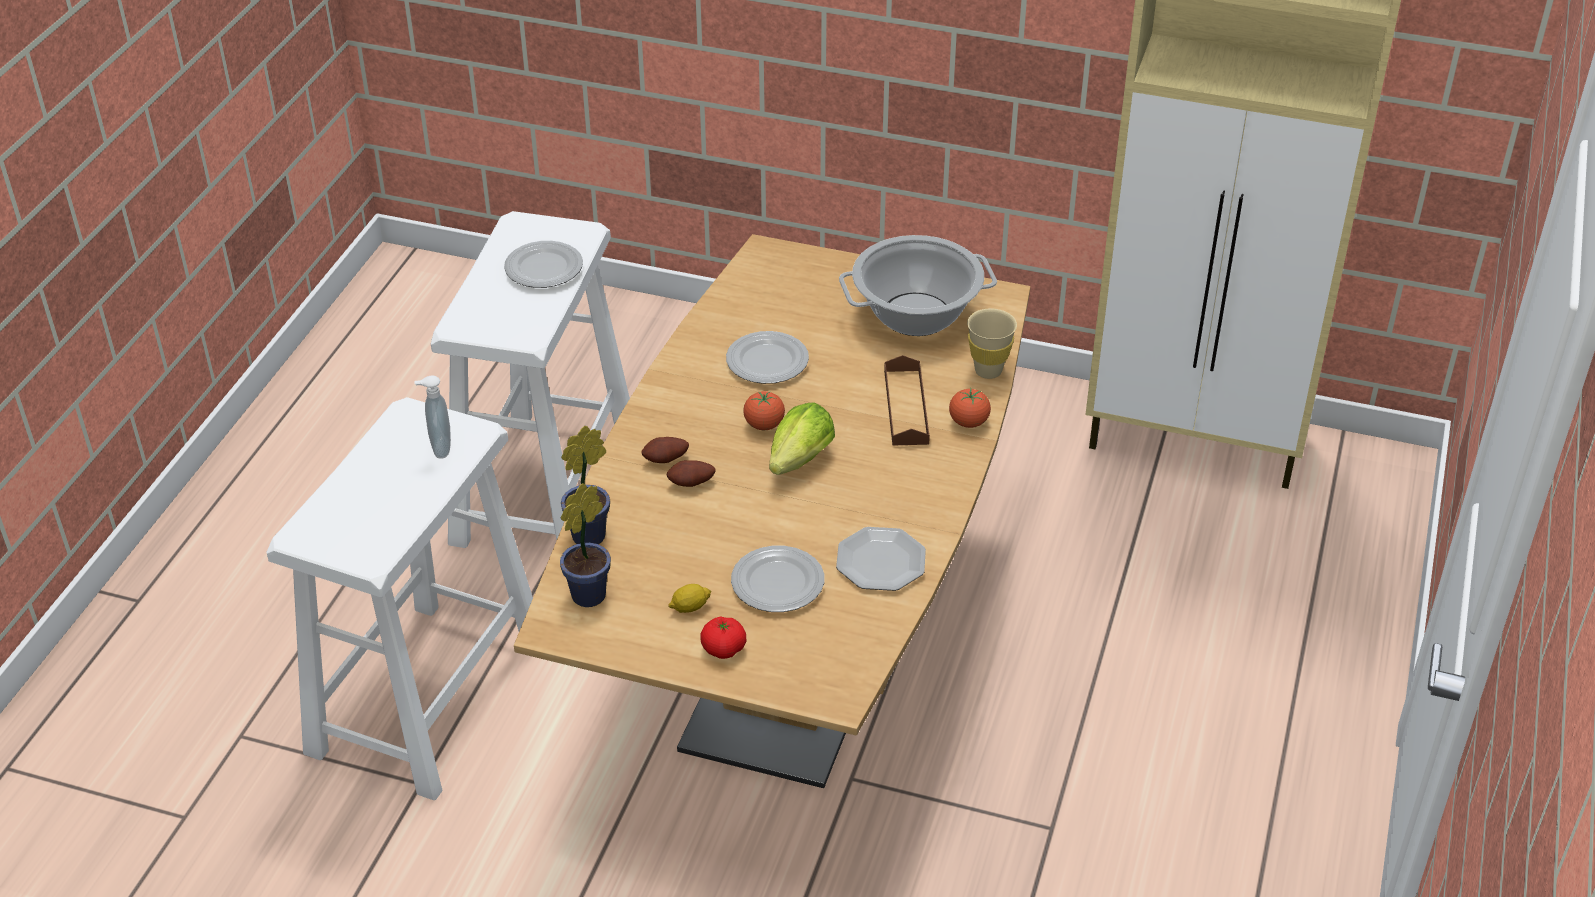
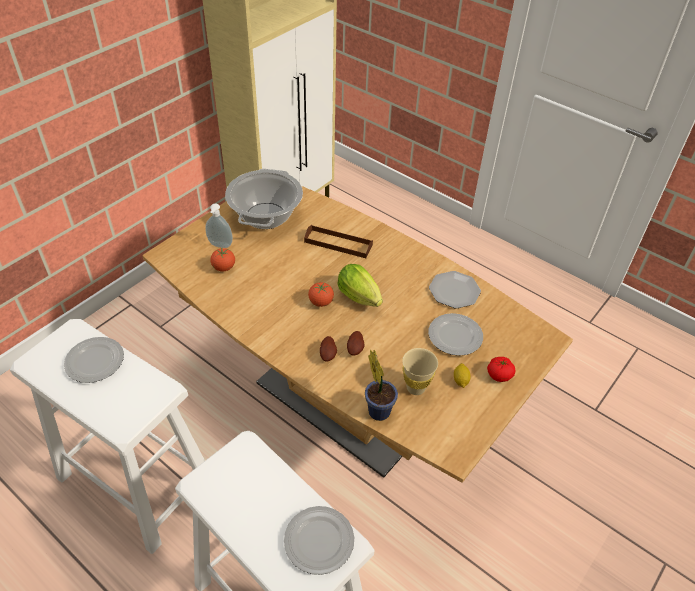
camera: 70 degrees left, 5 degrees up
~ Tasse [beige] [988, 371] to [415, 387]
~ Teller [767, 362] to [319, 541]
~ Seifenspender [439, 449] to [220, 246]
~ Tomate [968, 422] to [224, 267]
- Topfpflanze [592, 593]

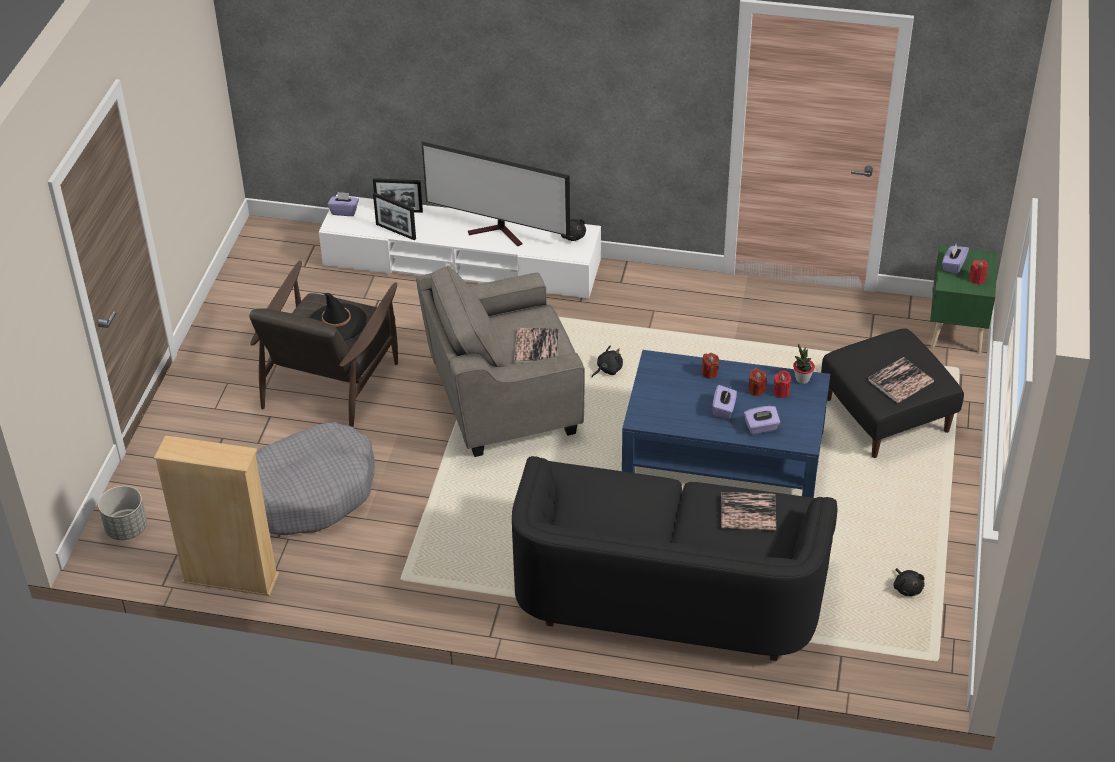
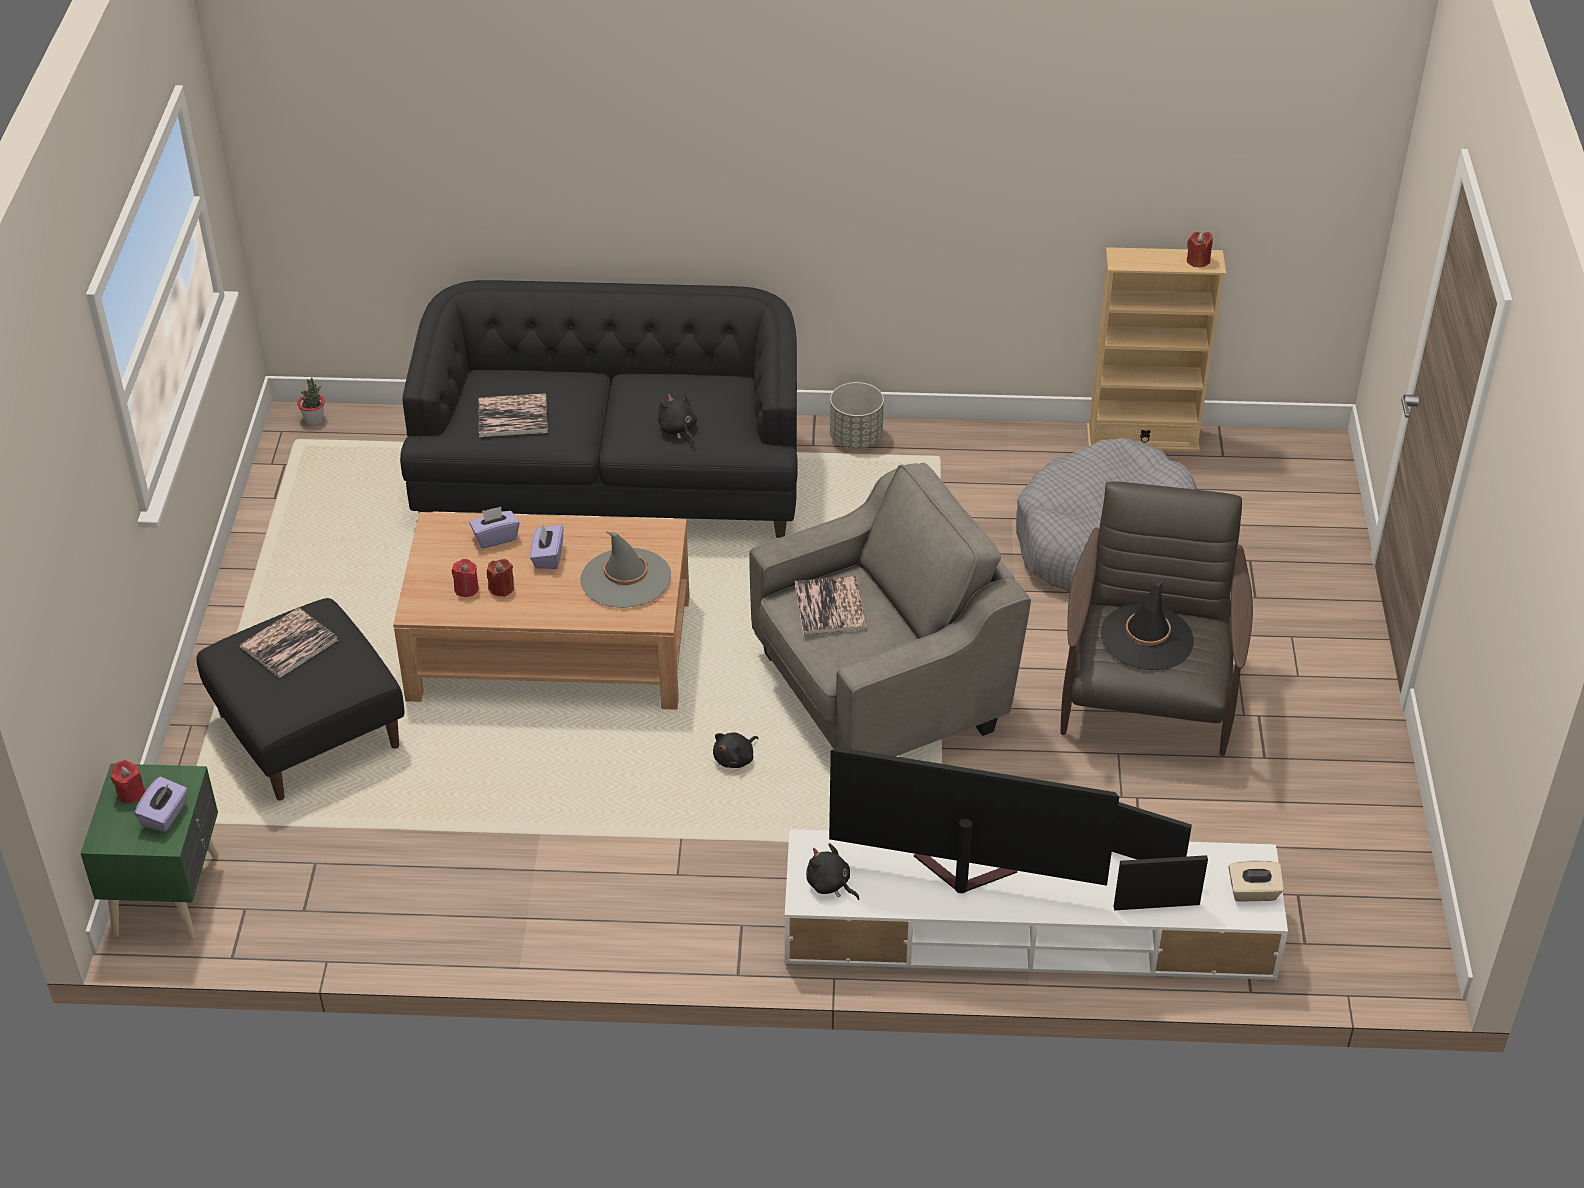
camera: 170 degrees right, 0 degrees up
~ Taschentuchbox [lila] [344, 211] to Taschentuchbox [beige] [1253, 892]
~ Topfpflanze [802, 379] to [314, 420]
~ Couchtisch [blau] [722, 454] to Couchtisch [braun] [552, 648]
~ Kerze [rot] [709, 373] to [1198, 261]
~ Pflanzkübel [grau] [126, 529] to [856, 438]
~ Plüschtier [schwarz] [907, 588] to [678, 430]
+ Hut [grau] [625, 579]

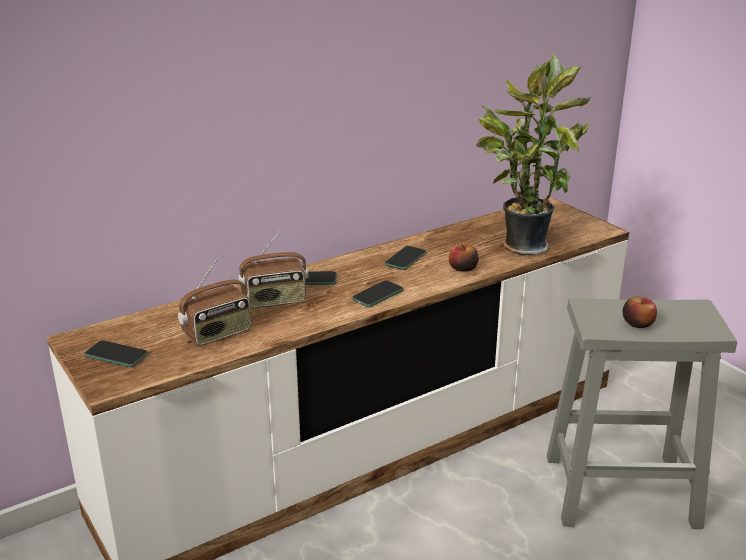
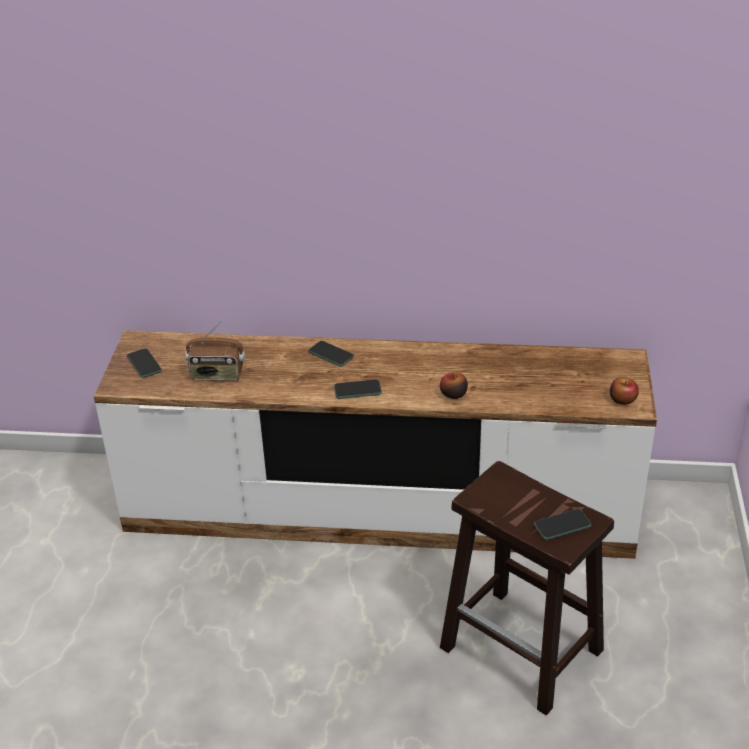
camera: 40 degrees right, 10 degrees up
- Topfpflanze [521, 245]
- Radio [275, 301]
~ Handy [405, 259] to [562, 525]
~ Apfel [638, 323] to [622, 399]
~ Hocker [grau] [623, 490] to Hocker [braun] [523, 650]

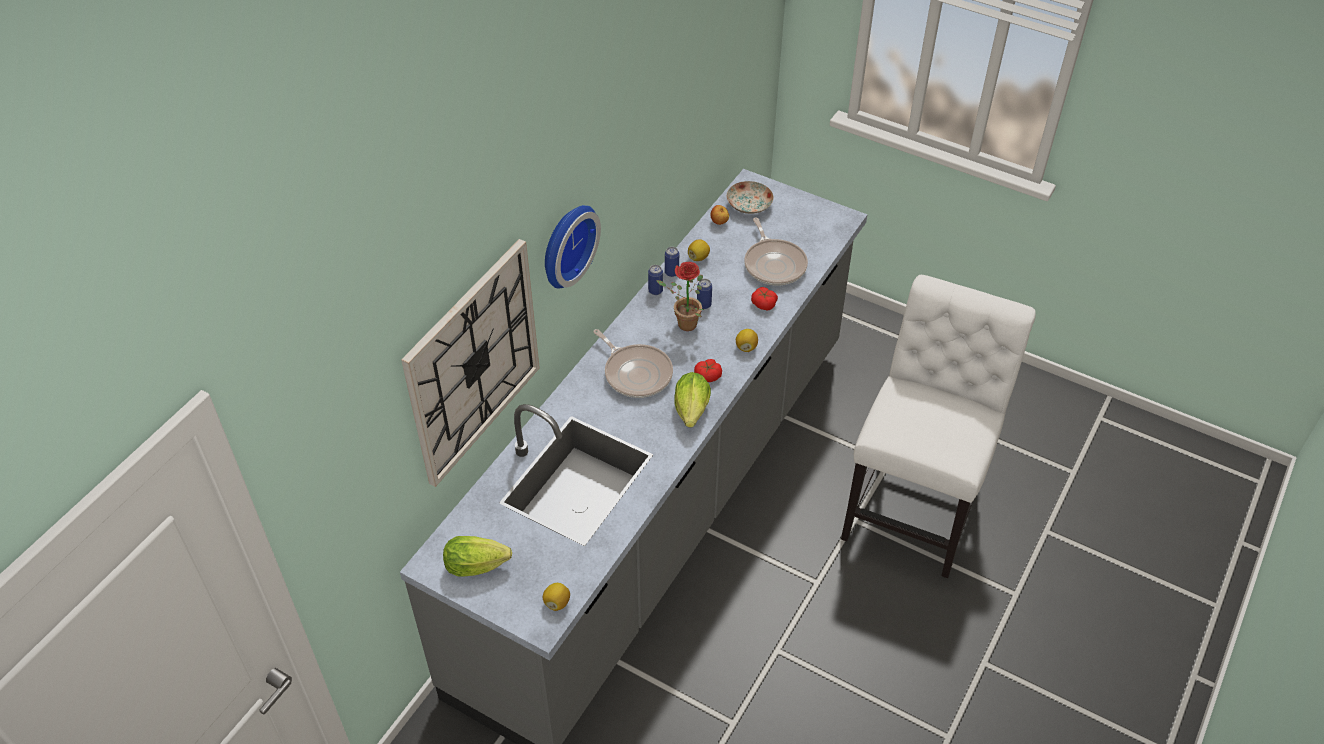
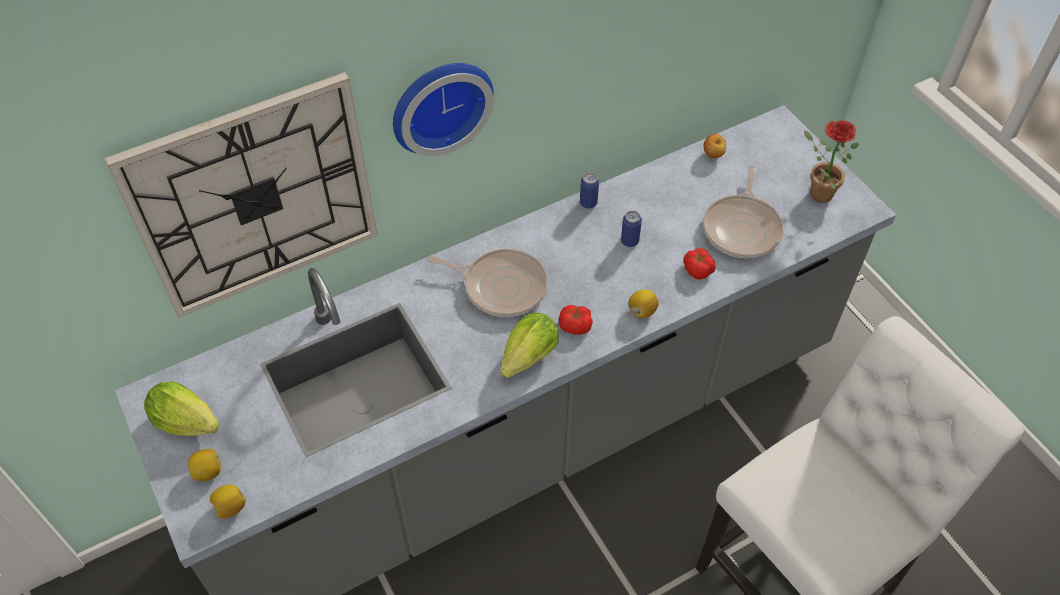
camera: 30 degrees right, 5 degrees up
- Teller [748, 205]
~ Zitrone [698, 257] to [208, 472]
- Dose [671, 272]
~ Topfpflanze [683, 324] to [816, 192]
~ Pfanne [636, 373] = [501, 286] 60 degrees counterclockwise

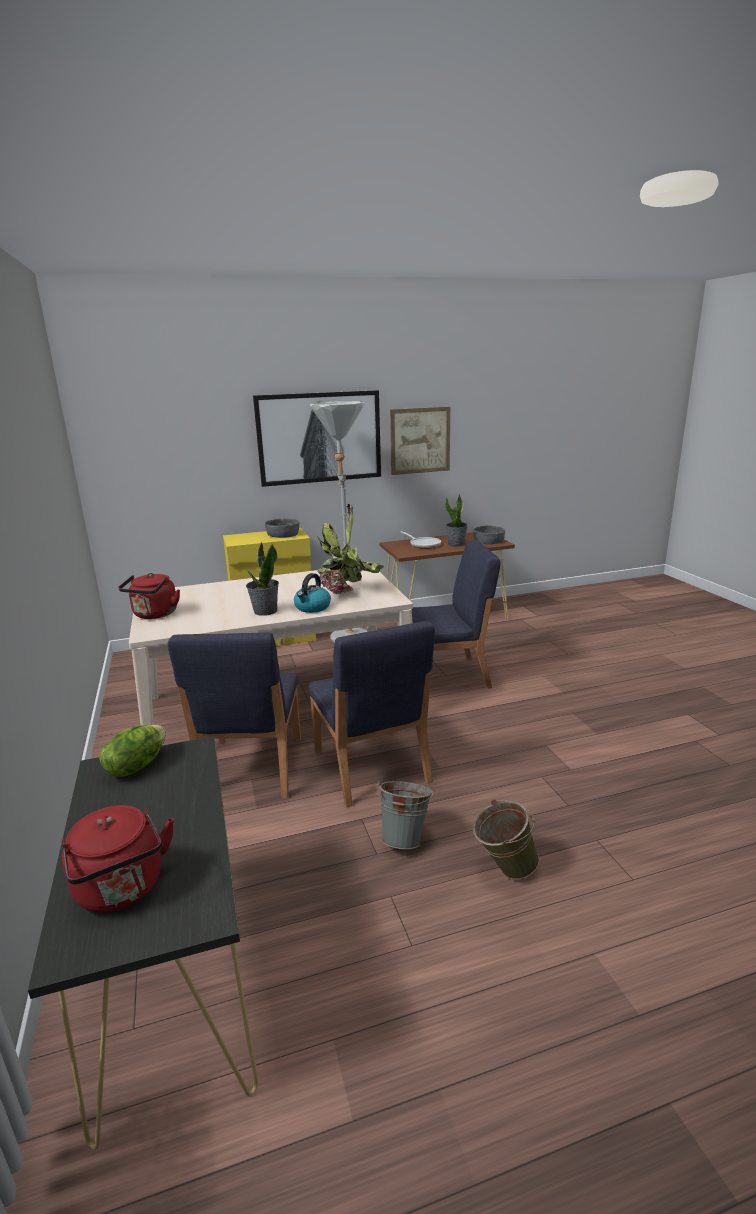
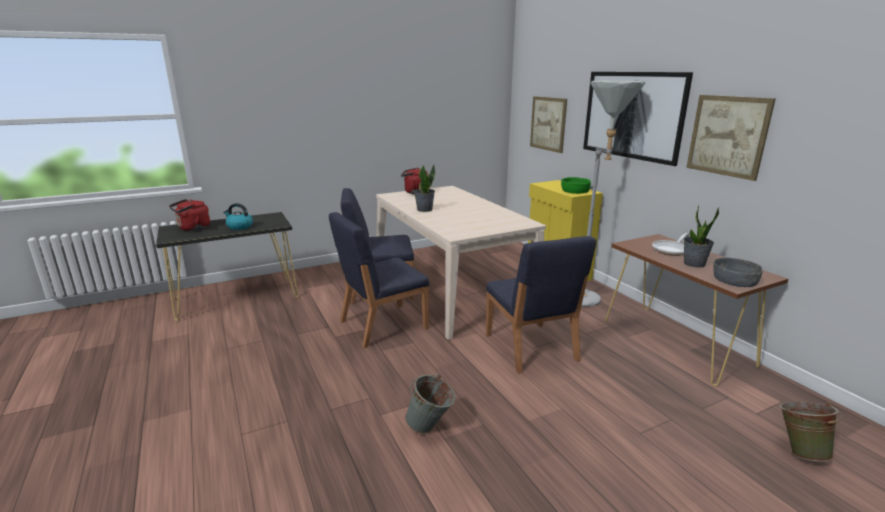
camera: 80 degrees right, 0 degrees up
- Topfpflanze [351, 592]
~ Schüssel [grau] [283, 534] to Schüssel [grün] [575, 190]
~ Wasserkessel [312, 607] to [239, 227]
- Salatkopf [136, 766]
~ Eimer [grau] [405, 837] to [430, 427]
~ Eimer [grün] [503, 869] to [799, 450]
+ Bild [548, 123]

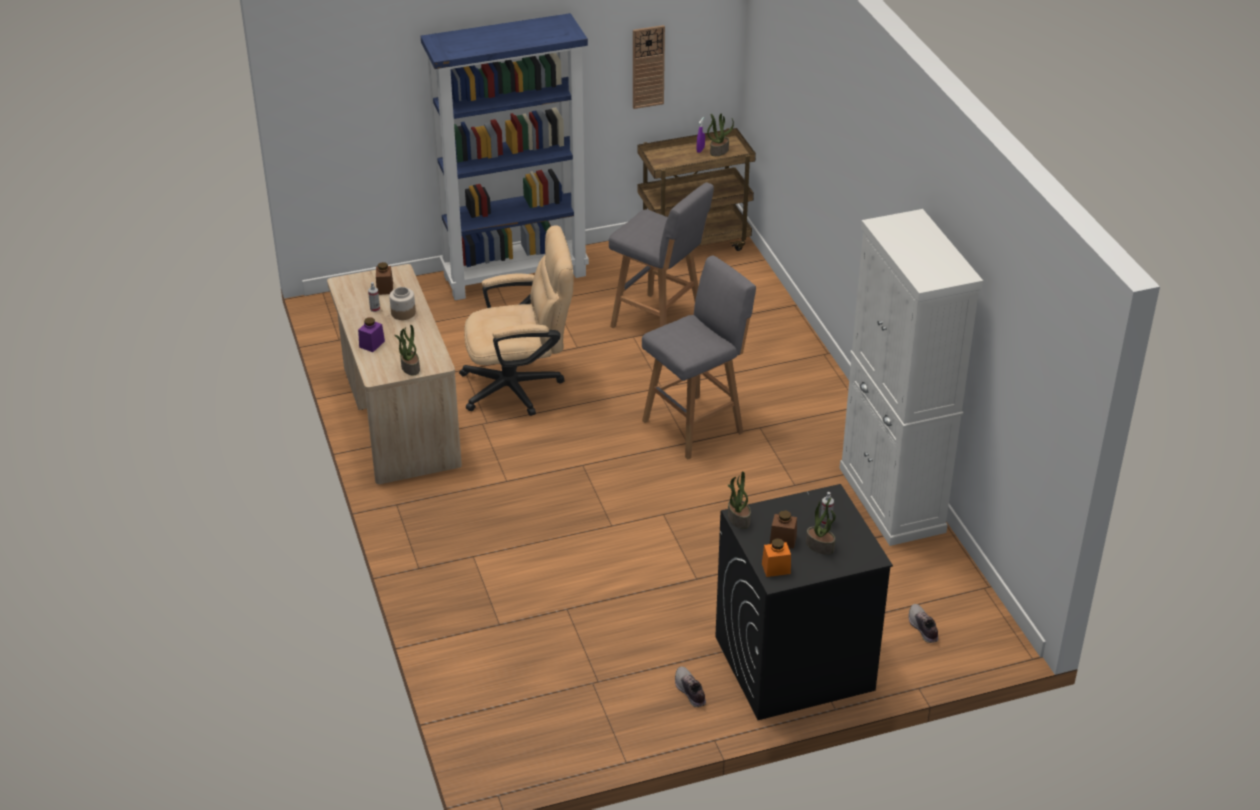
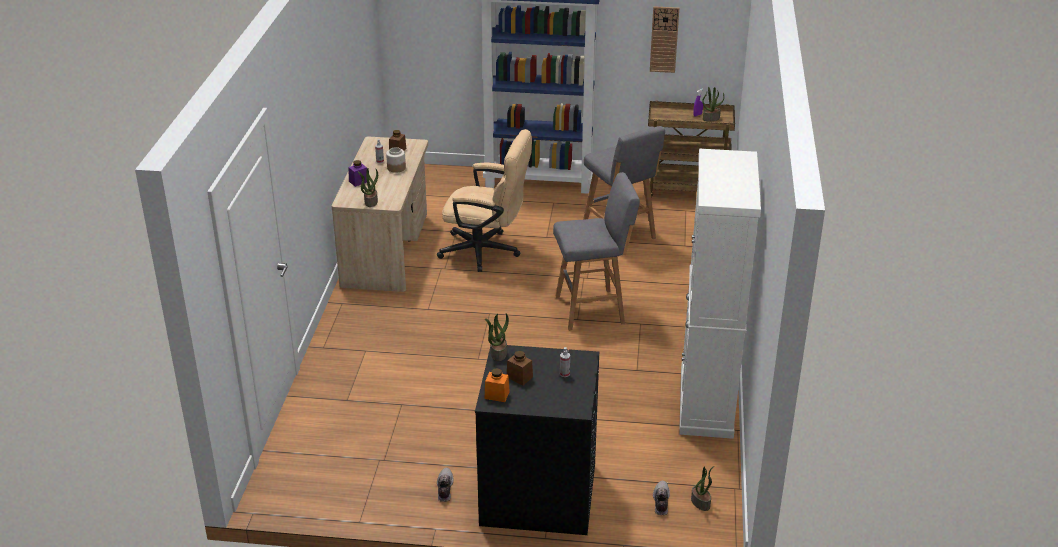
camera: 25 degrees right, 5 degrees down
~ Topfpflanze [820, 546] to [701, 502]

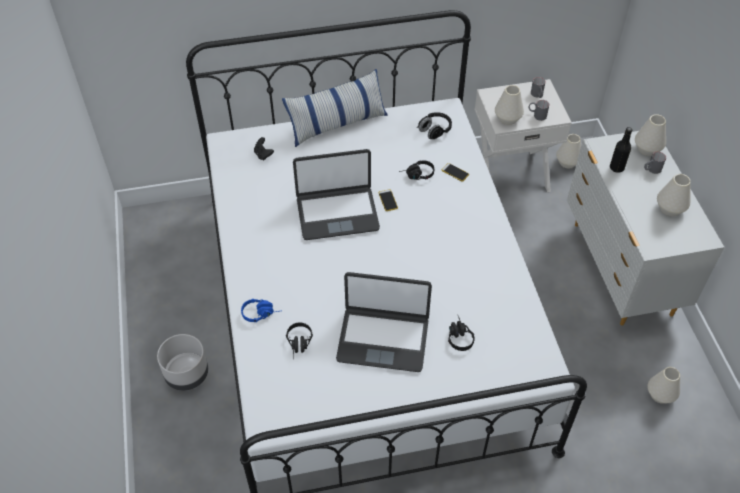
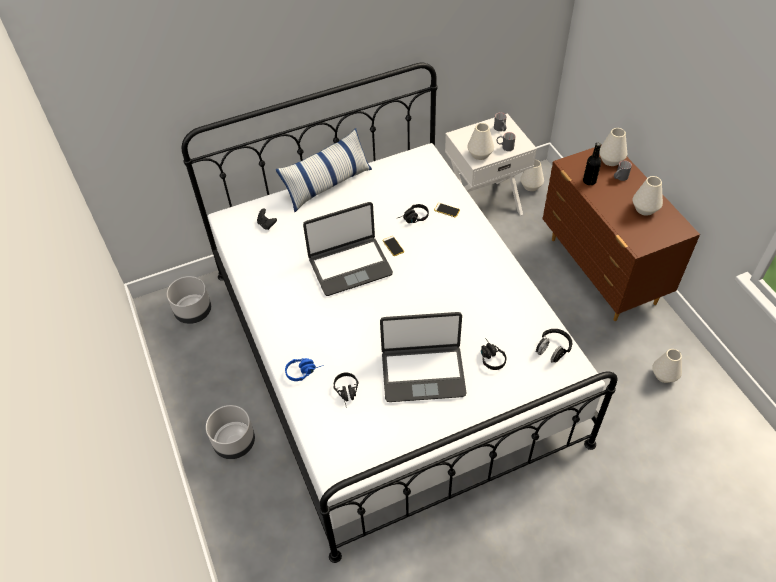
camera: 10 degrees left, 0 degrees up
~ Kopfhörer [schwarz] [435, 130] to [553, 349]
~ Kommode [weiß] [620, 270] to Kommode [braun] [601, 272]
+ Pflanzkübel [grau] [193, 312]

